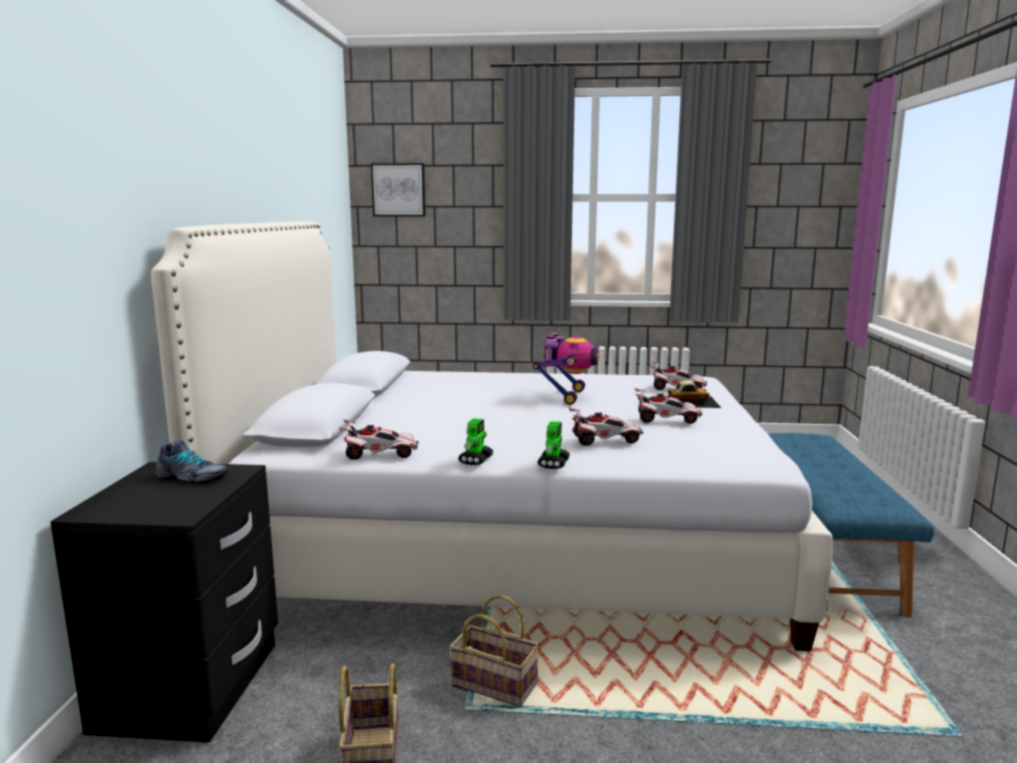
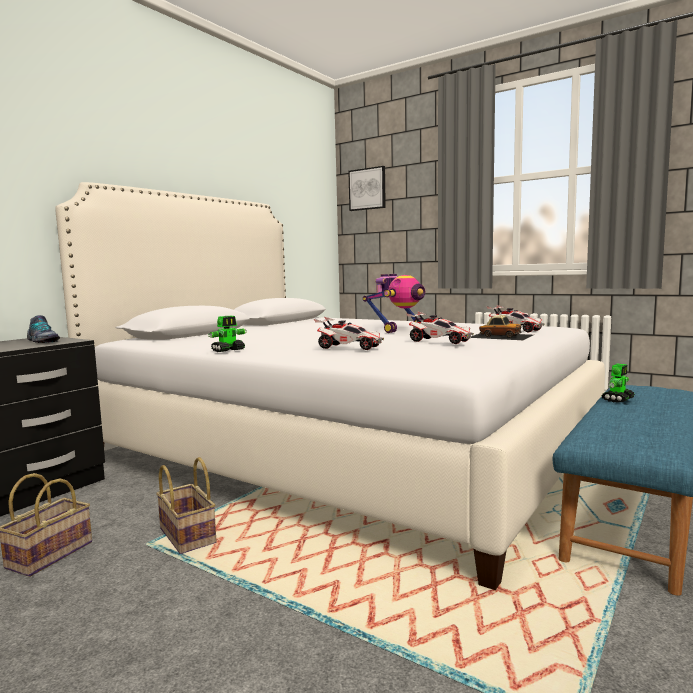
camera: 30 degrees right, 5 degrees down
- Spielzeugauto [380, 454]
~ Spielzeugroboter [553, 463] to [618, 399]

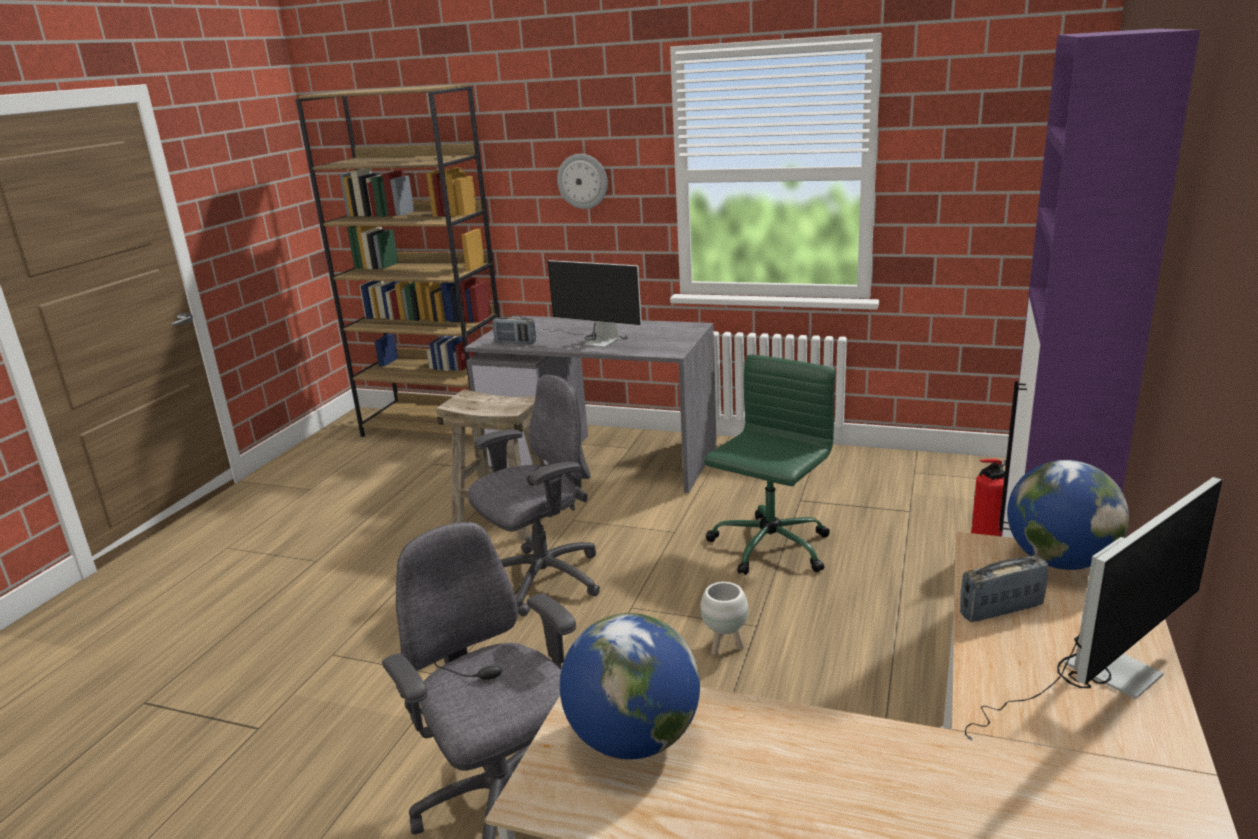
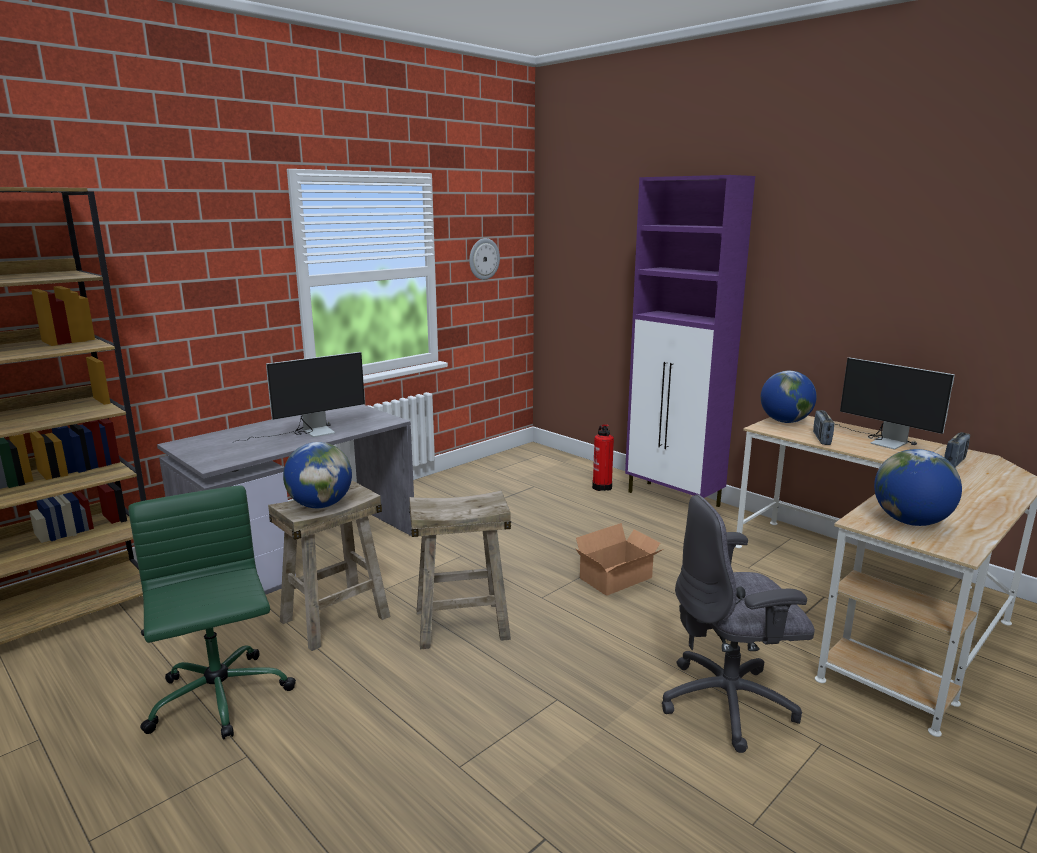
camera: 65 degrees left, 5 degrees down
~ Wanduhr [583, 181] to [483, 259]
~ Radio [515, 342] to [954, 463]
~ Bürostuhl [grün] [769, 547] to [219, 699]
~ Bürostuhl [grau] [542, 580] to Hocker [beige] [462, 624]
~ Monitor [1095, 678] = [879, 440] 150 degrees clockwise
~ Pflanzkübel [weiß] [725, 647] to Karton [619, 578]
+ Globus [320, 505]

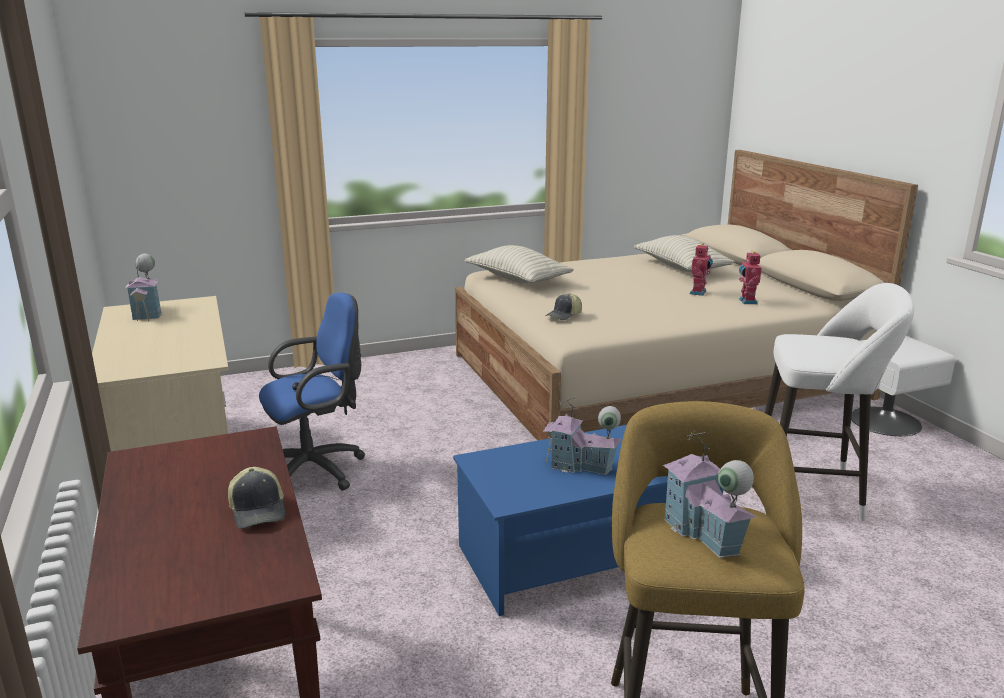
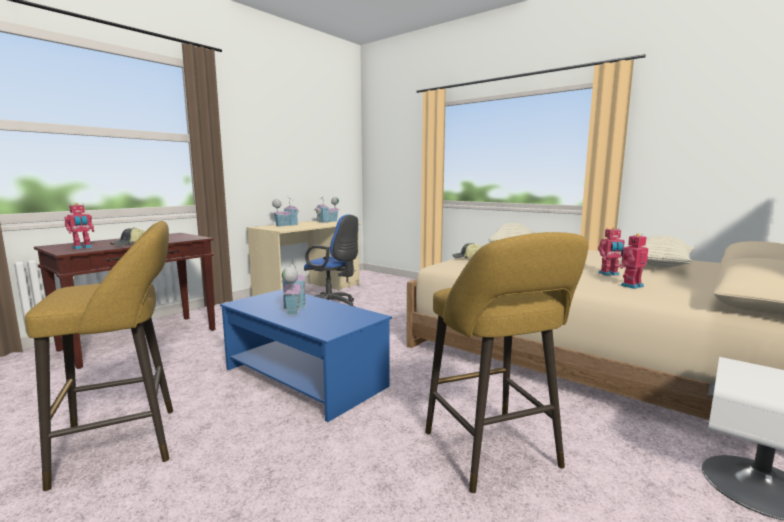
camera: 60 degrees right, 10 degrees down
~ Hocker [weiß] [814, 492] to Hocker [gelb] [495, 453]
~ Spielzeughaus [702, 533] to [286, 225]
+ Spielzeugroboter [82, 247]

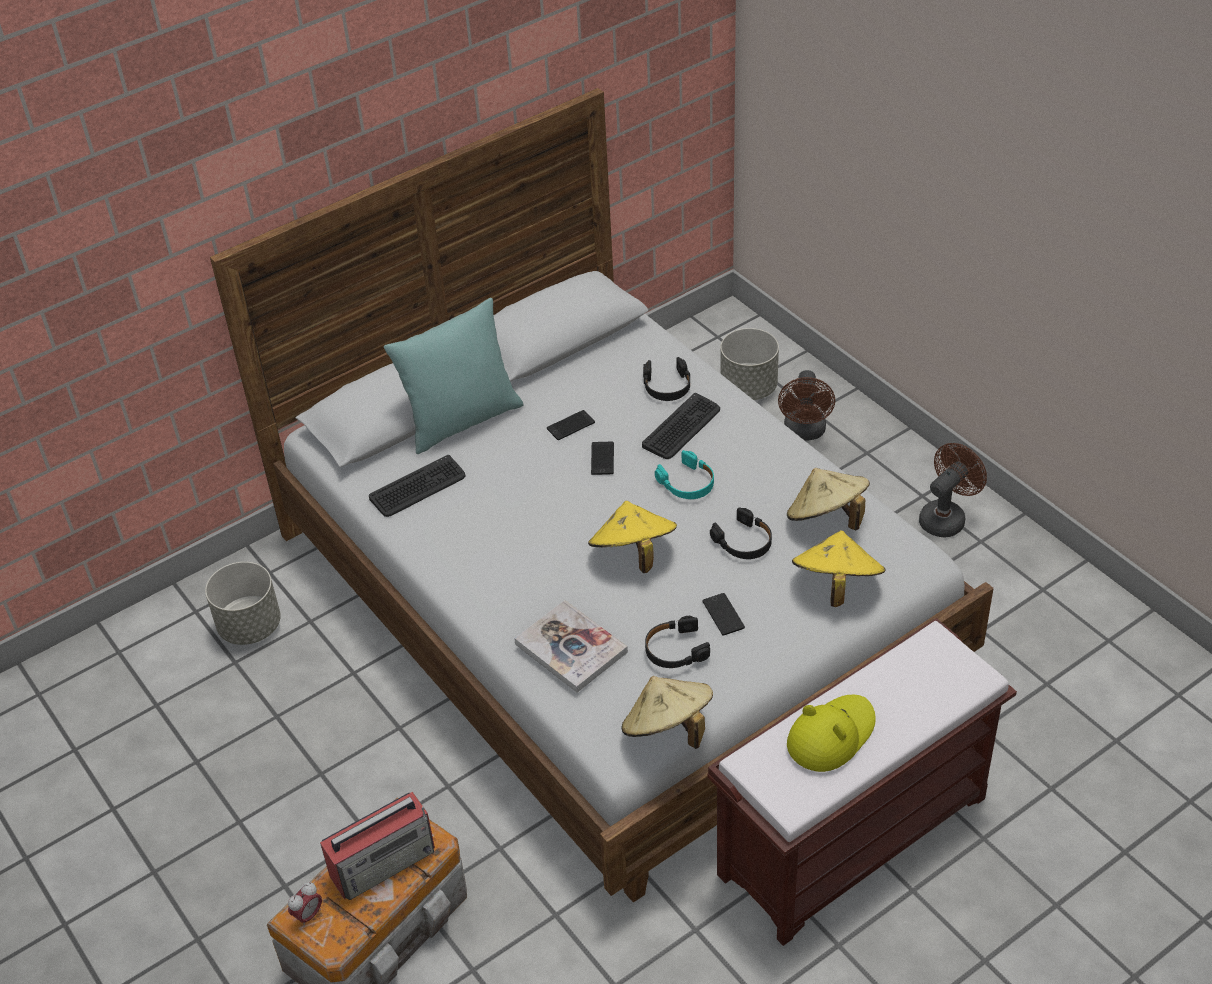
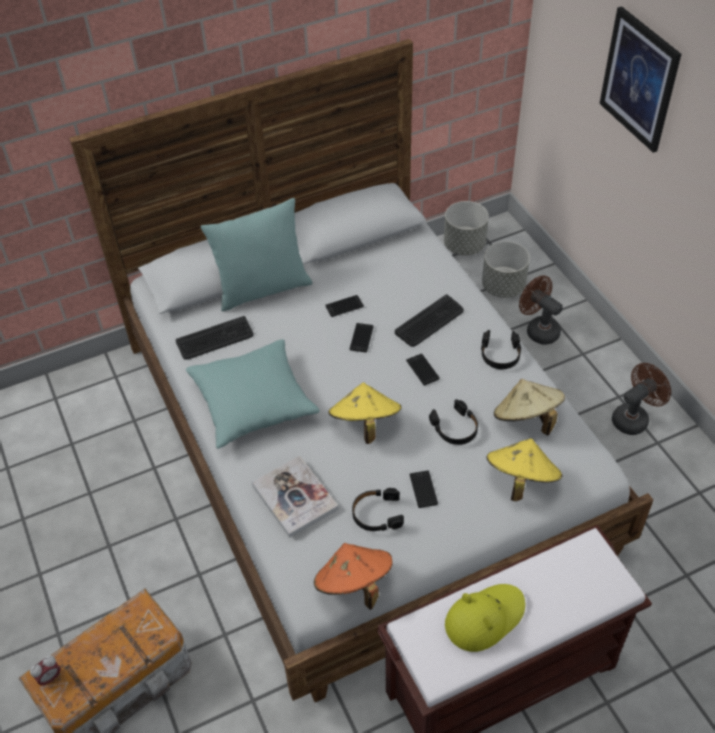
camera: 10 degrees right, 5 degrees up
~ Kopfhörer [schwarz] [667, 386] to [500, 354]
~ Ventilator [braun] [805, 432] = [538, 329] 120 degrees clockwise
~ Kopfhörer [türkis] [687, 483] to Handy [422, 370]
~ Pflanzkübel [grau] [249, 626] to [464, 245]
~ Hut [beige] [668, 730] to Hut [orange] [354, 584]
- Radio [384, 862]
+ Bild [639, 79]
+ Kissen [türkis] [253, 402]

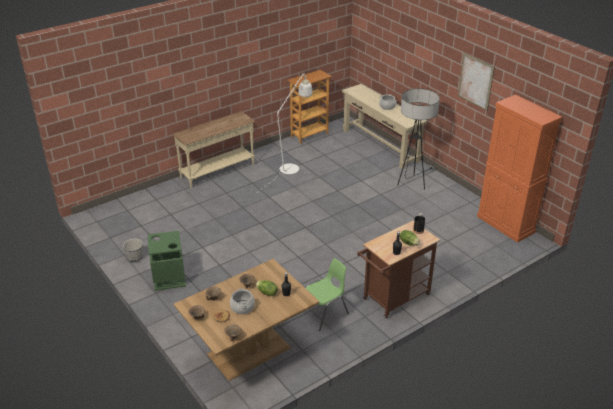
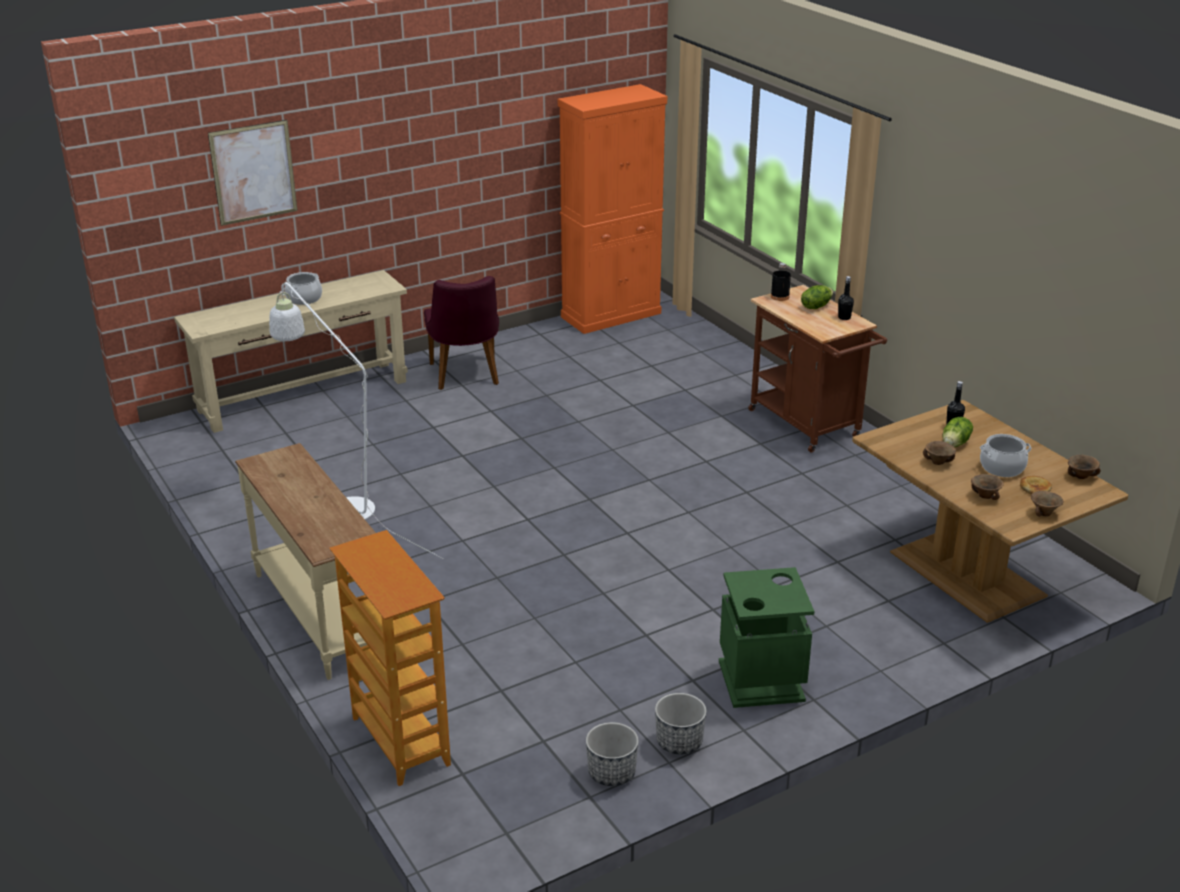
camera: 85 degrees left, 5 degrees down
~ Bild [475, 81] to [253, 172]
~ Bücherregal [309, 135] to [399, 741]
~ Stehlampe [412, 184] to Stuhl [lila] [466, 377]
- Stuhl [grün] [325, 313]
+ Pflanzkübel [612, 773]

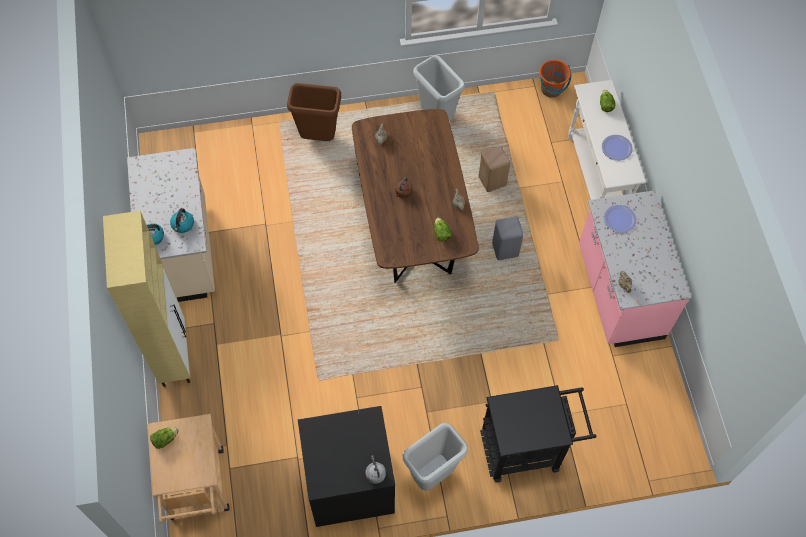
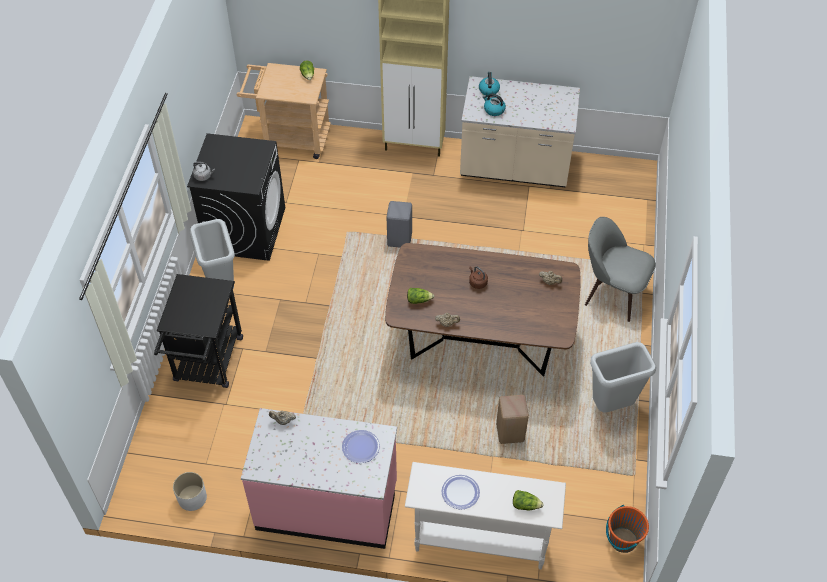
camera: 110 degrees right, 10 degrees down
~ Mülleimer [braun] [317, 138] to Stuhl [grau] [612, 293]
~ Hocker [grau] [506, 250] to [399, 240]
+ Pflanzkübel [weiß] [192, 498]

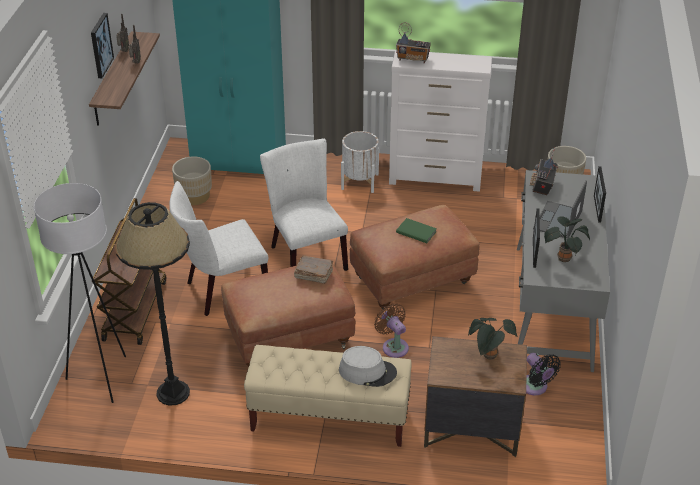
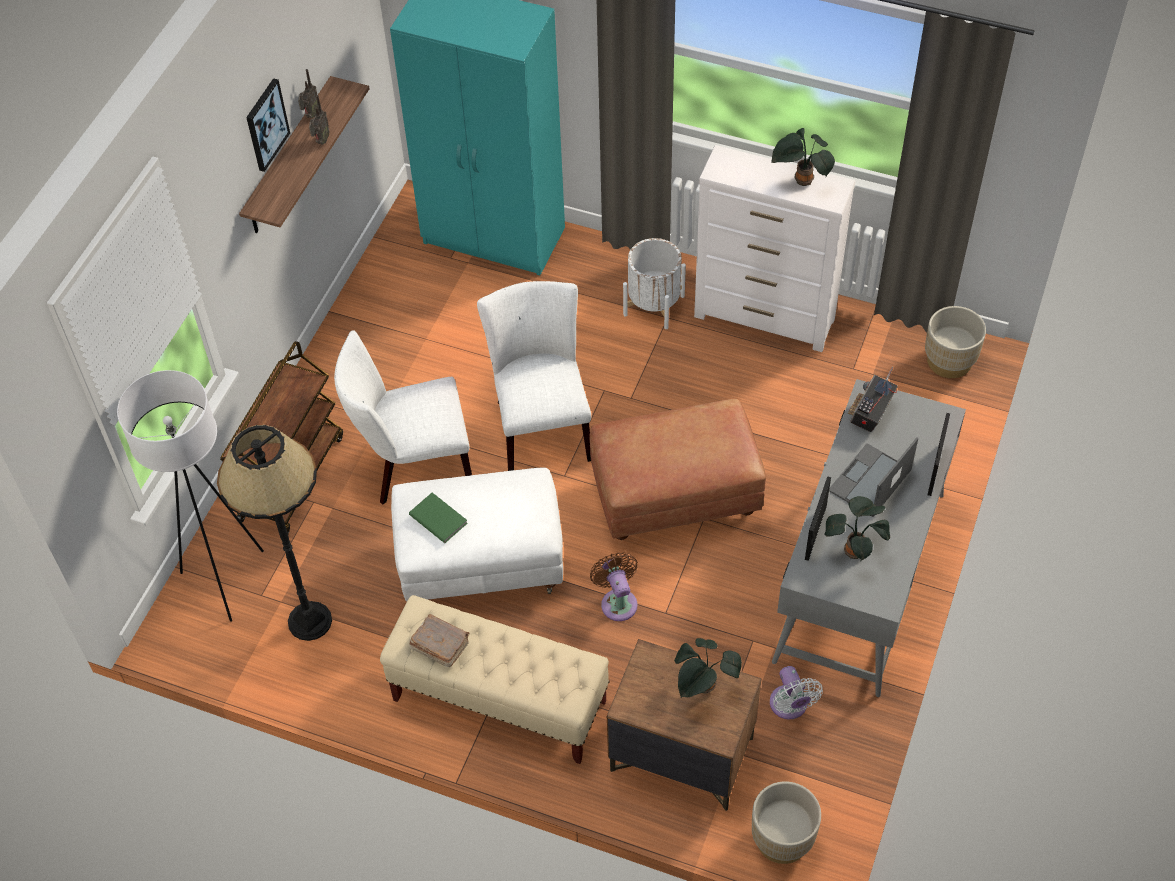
camera: 15 degrees right, 15 degrees up
- Radio [413, 59]
~ Pflanzkübel [beige] [194, 196] to [782, 838]
~ Buch [grün] [416, 231] to [438, 518]
~ Buch [braun] [313, 275] to [439, 645]
~ Polsterhocker [braun] [289, 339] to Polsterhocker [weiß] [482, 563]
- Hut [grau] [367, 371]
~ Ventilator [schwarz] [535, 387] to Ventilator [weiß] [790, 706]
+ Topfpflanze [801, 181]

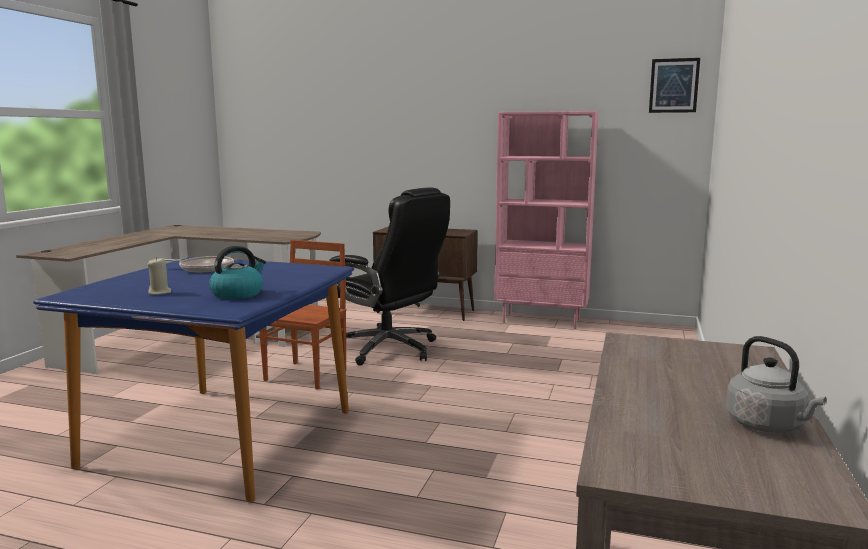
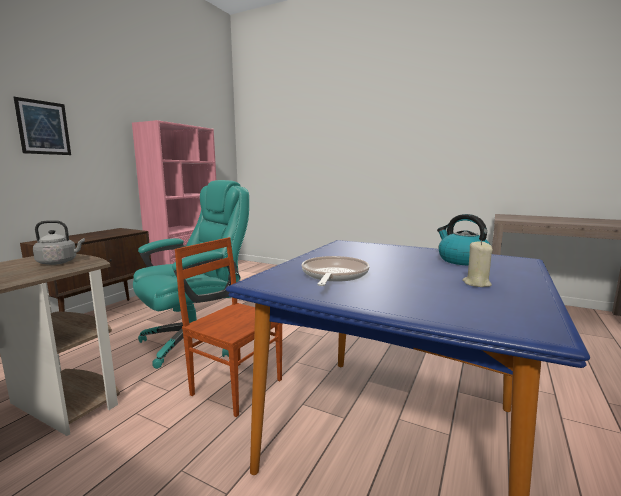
camera: 80 degrees left, 0 degrees up
~ Bild [674, 85] to [43, 127]
~ Bürostuhl [schwarz] [389, 349] to Bürostuhl [türkis] [196, 340]
~ Wasserkessel [grau] [768, 426] to [59, 262]

